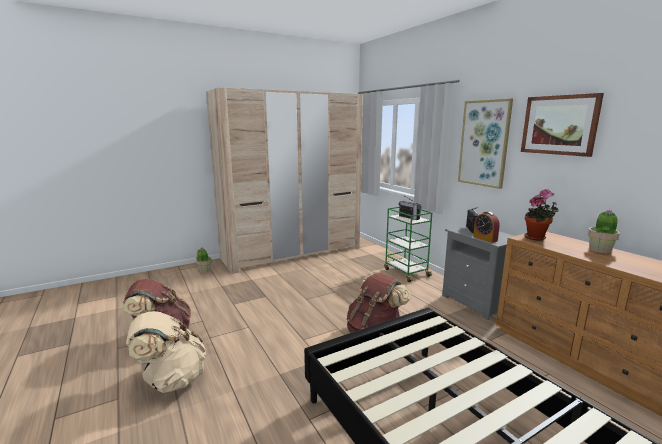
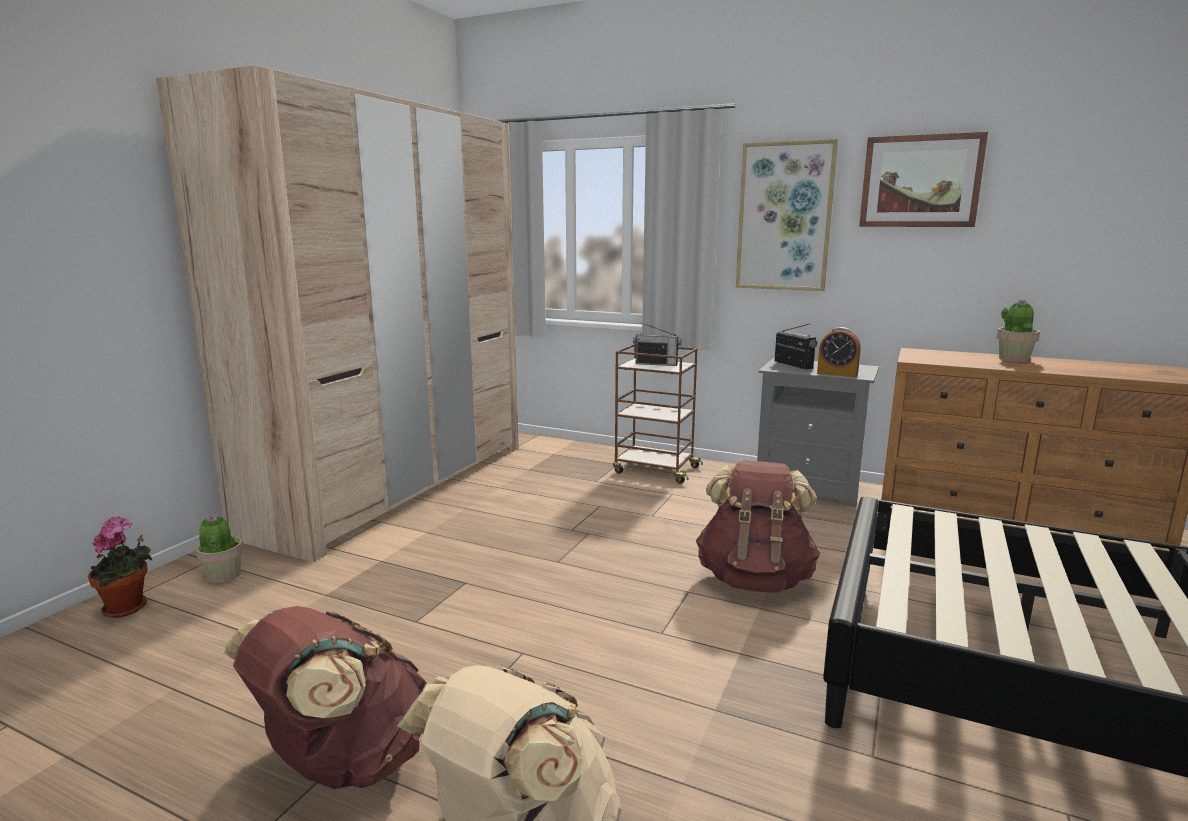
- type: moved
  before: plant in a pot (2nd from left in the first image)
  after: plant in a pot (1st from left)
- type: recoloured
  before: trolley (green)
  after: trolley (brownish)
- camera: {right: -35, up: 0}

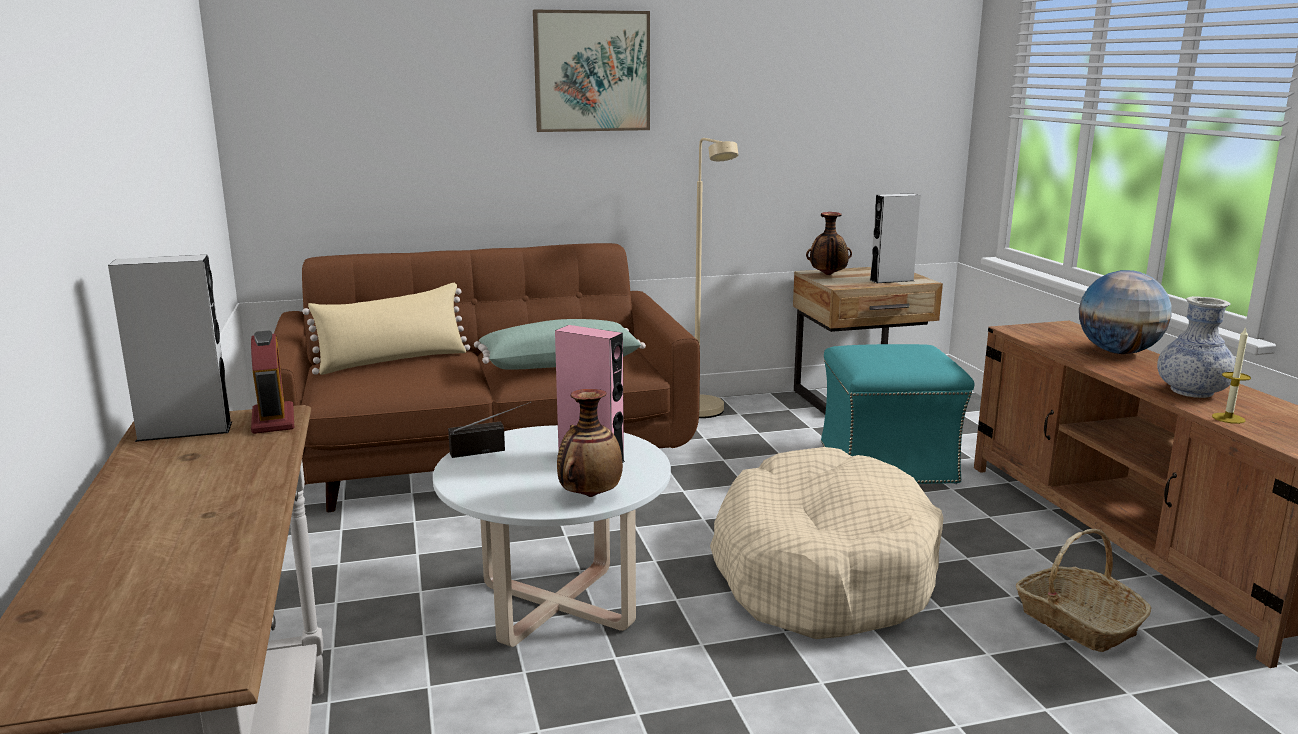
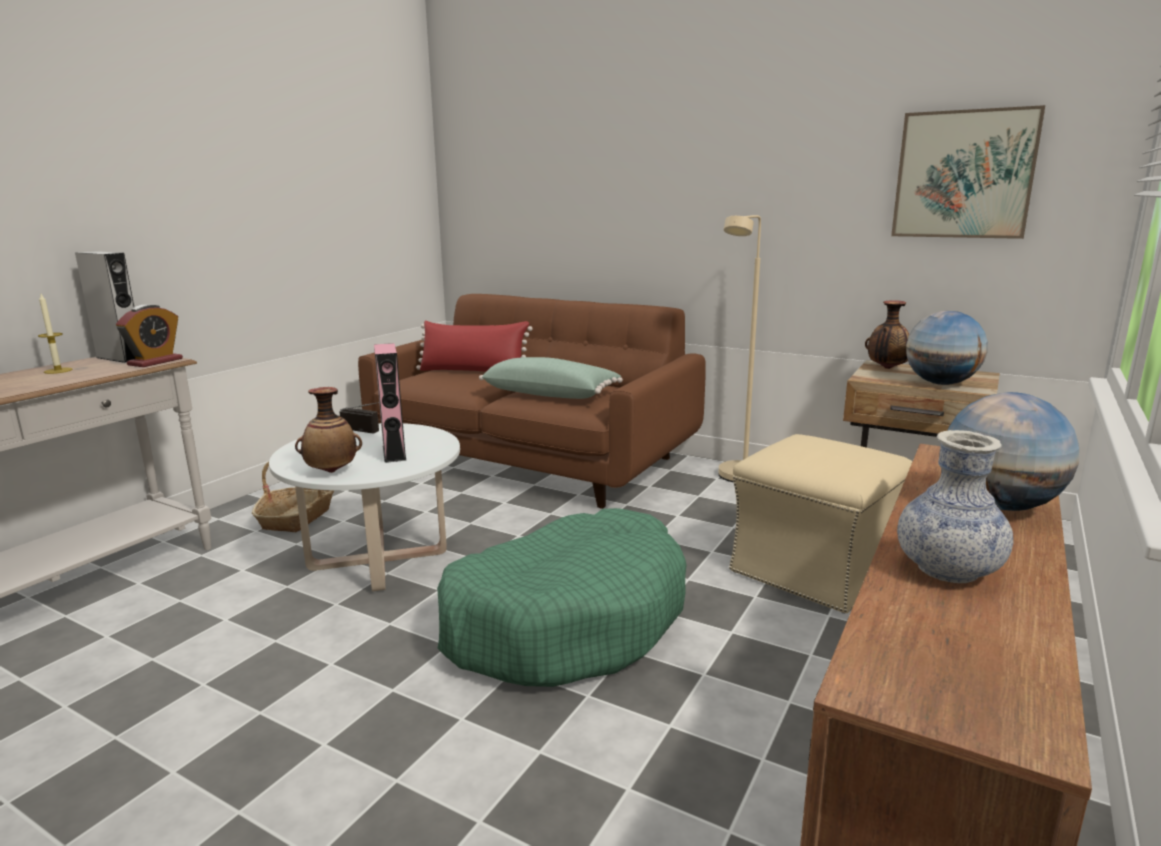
- type: moved
  before: wall picture
- type: replaced
  before: speaker (gray) (2nd from left)
  after: globe (1st from left)
- type: recoloured
  before: throw pillow (sand-coloured)
  after: throw pillow (red-coloured)
- type: moved
  before: candle
- type: recoloured
  before: footrest (turquoise)
  after: footrest (sand-coloured)
- type: recoloured
  before: pet bed (sand-coloured)
  after: pet bed (green)
- type: moved
  before: basket
- camera: {right: 45, up: 0}

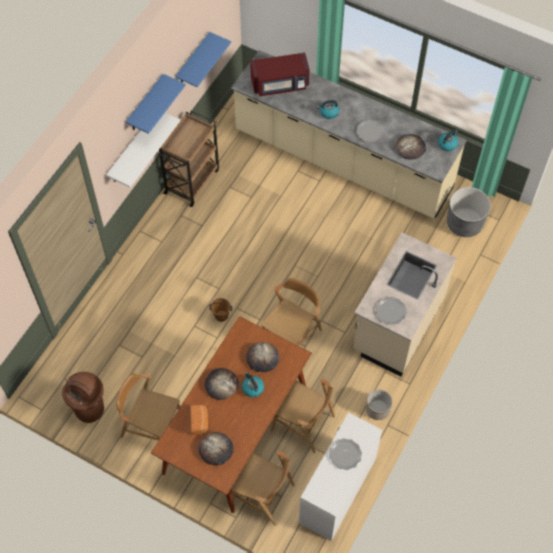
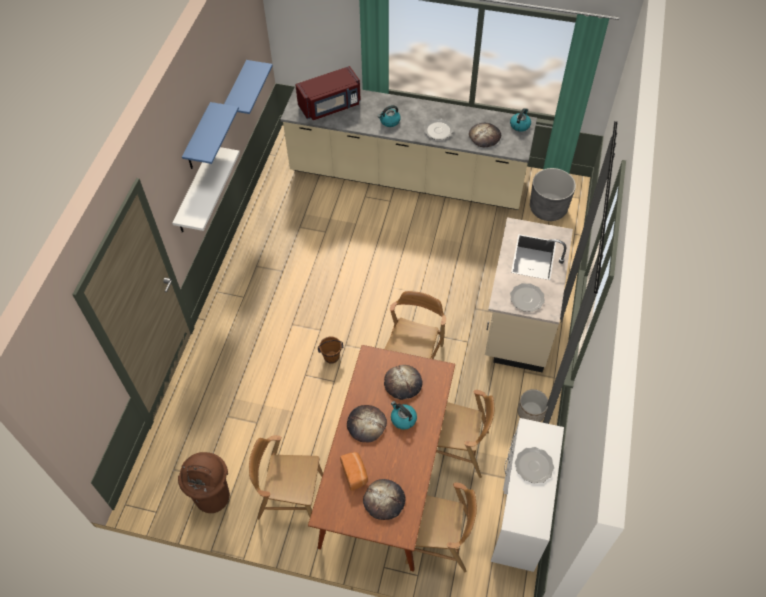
- type: removed
  before: trolley (brownish)
- camera: {right: -15, up: -5}

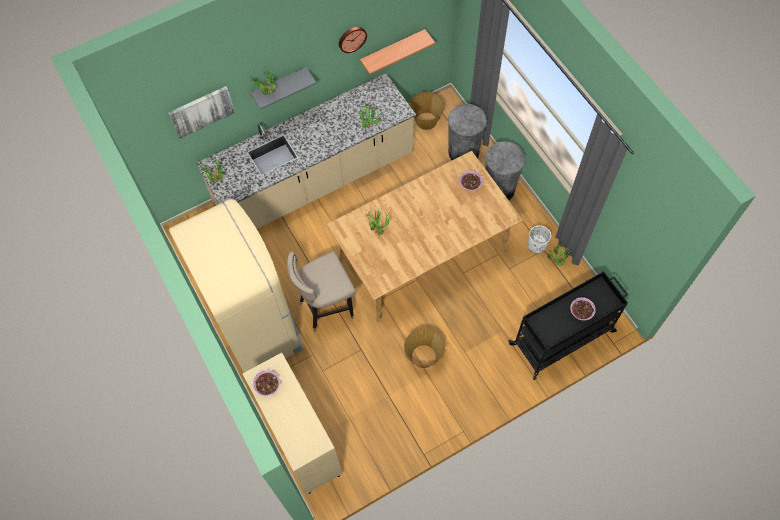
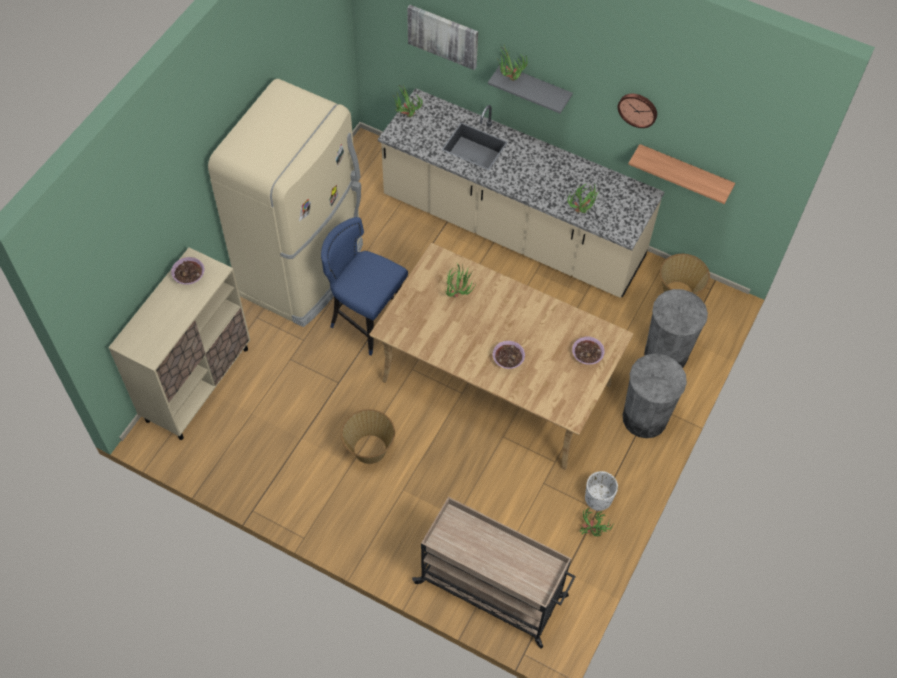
- type: recoloured
  before: stool seat (sand-coloured)
  after: stool seat (blue-coloured)
- type: recoloured
  before: trolley (black)
  after: trolley (sand-coloured)
- type: moved
  before: serving bowl (3rd from left in the first image)
  after: serving bowl (2nd from left)
- camera: {right: 55, up: -5}

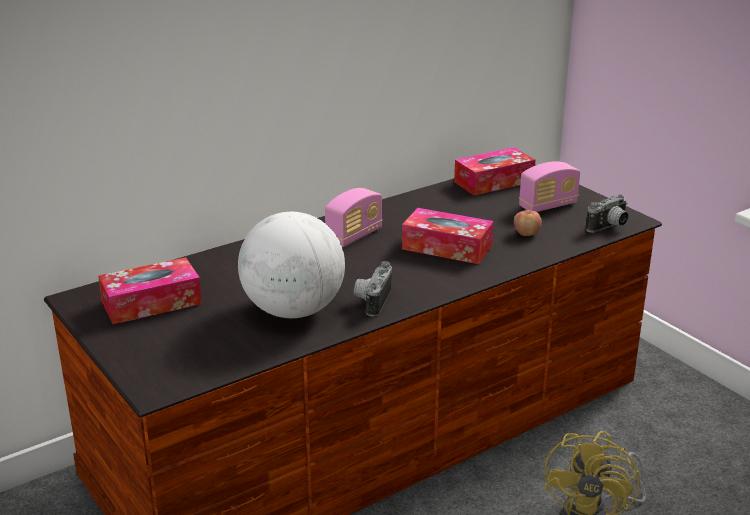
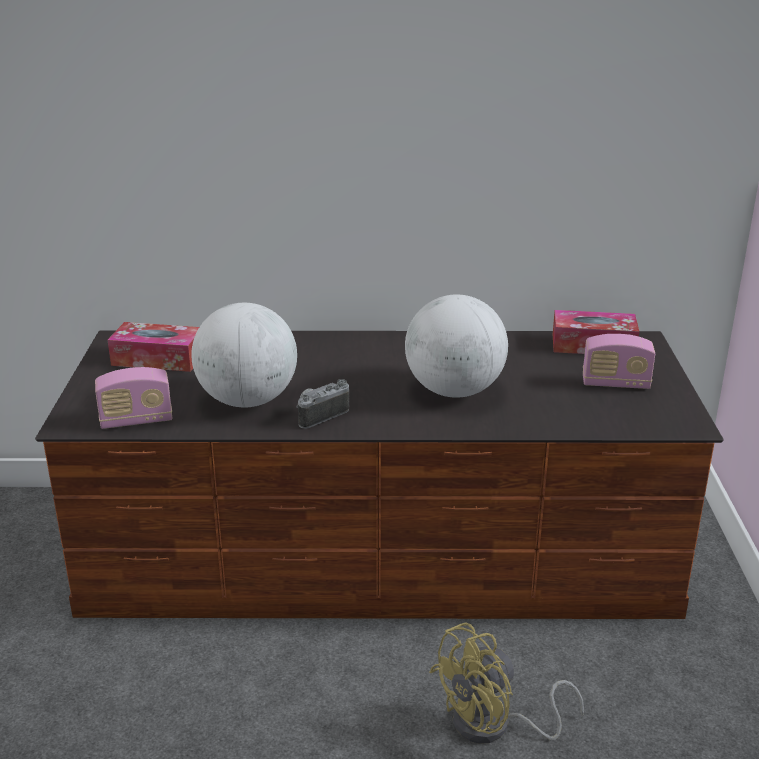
- type: moved
  before: radio receiver (1st from left)
- type: removed
  before: still camera (2nd from left)
- type: replaced
  before: tissue box (2nd from left)
  after: globe (2nd from left)
- type: removed
  before: whole apple
- camera: {right: 35, up: 0}

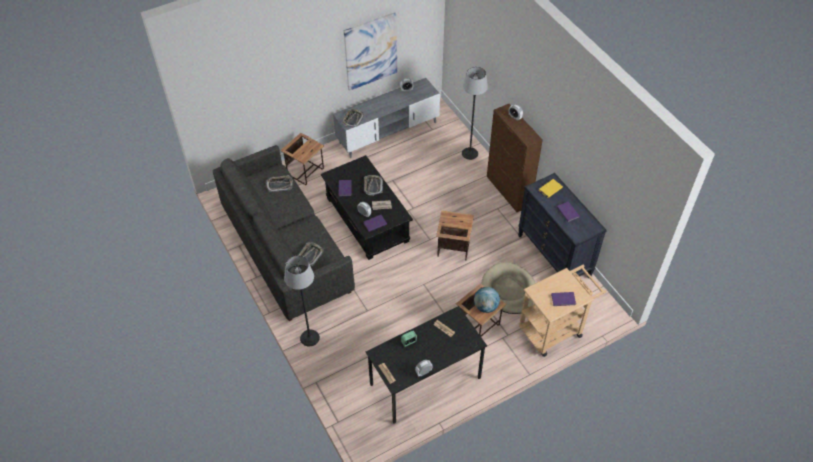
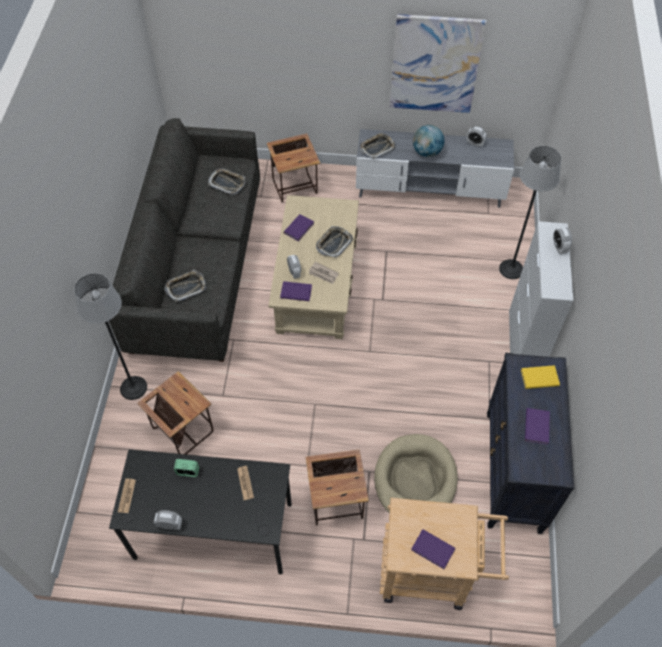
- type: recoloured
  before: cabinet (brownish)
  after: cabinet (white)
- type: recoloured
  before: coffee table (black)
  after: coffee table (sand-coloured)
- type: moved
  before: accent table (2nd from left in the first image)
  after: accent table (1st from left)
- type: moved
  before: globe
- camera: {right: 35, up: 5}

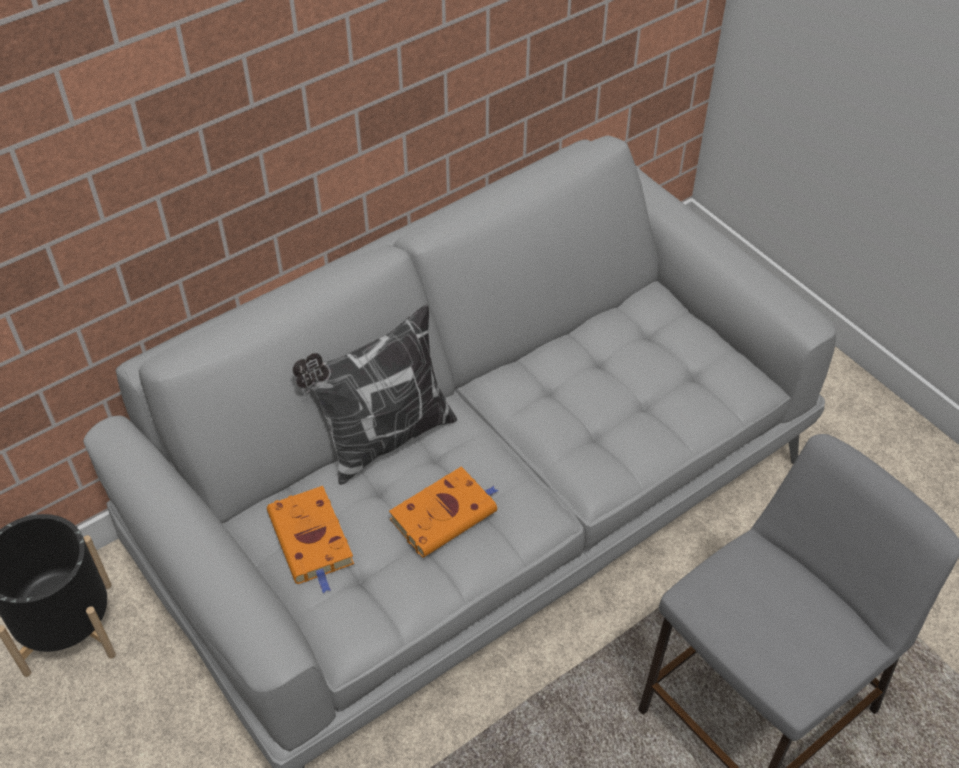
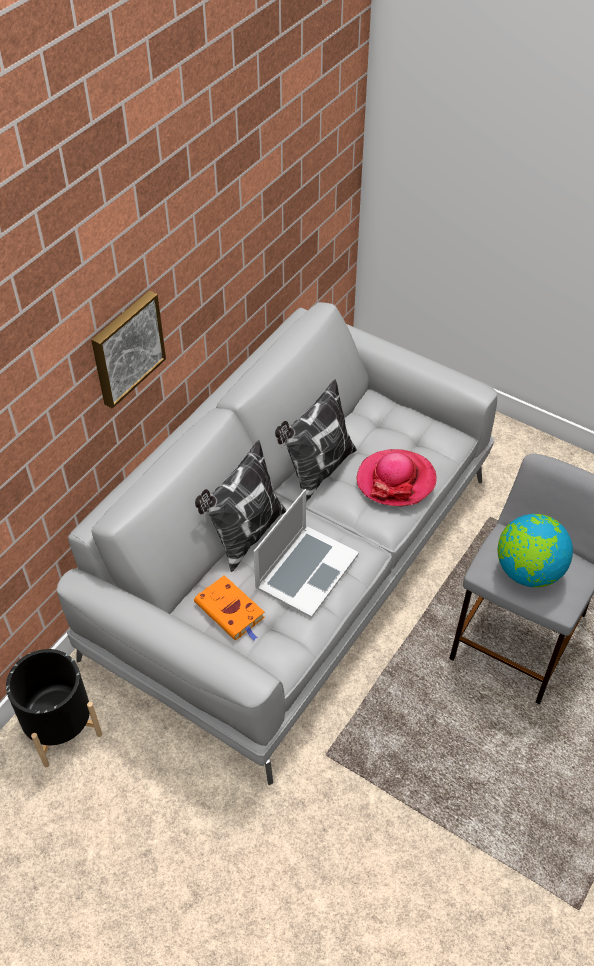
- type: replaced
  before: book (orange-coloured) (2nd from left)
  after: laptop
- type: added
  after: wall picture
- type: added
  after: throw pillow (2nd from left)
- type: added
  after: hat
- type: added
  after: globe
- camera: {right: -20, up: 0}

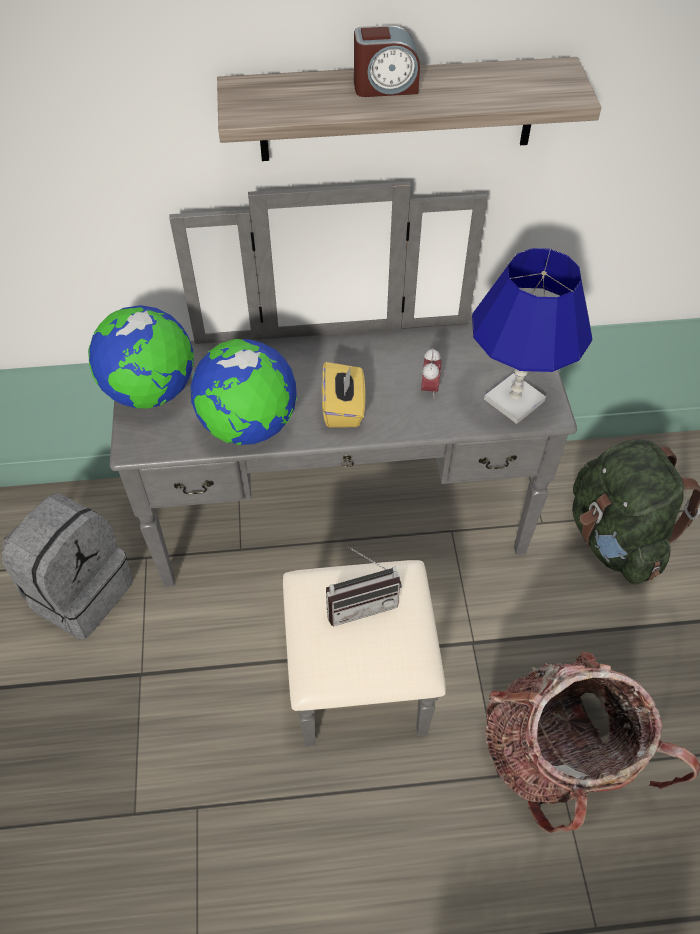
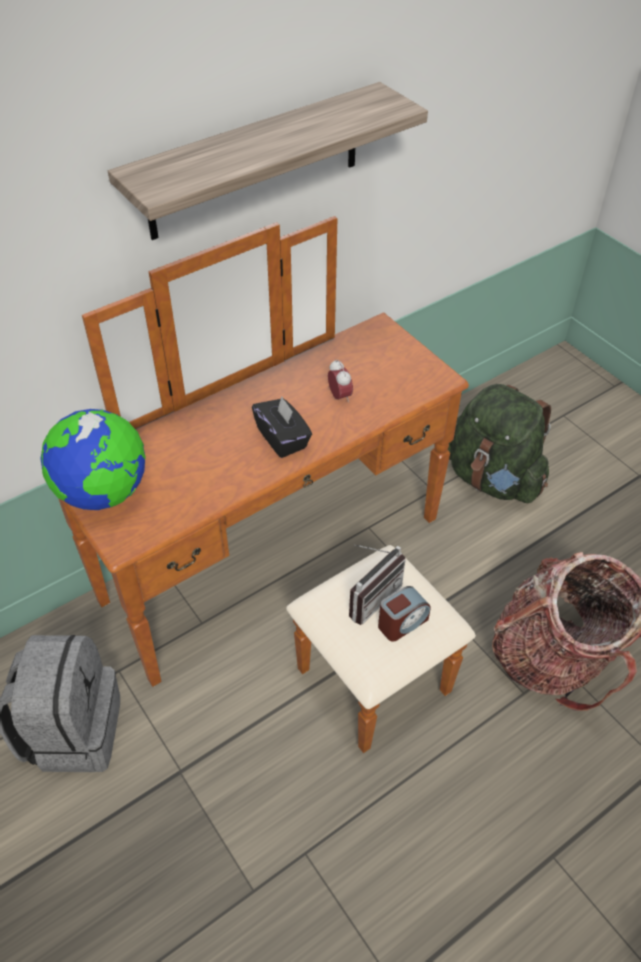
- type: moved
  before: bedside clock (1st from left in the first image)
  after: bedside clock (2nd from left)
- type: recoloured
  before: drawer chest (gray)
  after: drawer chest (brownish)
- type: removed
  before: tabletop lamp (blue-coloured)
- type: removed
  before: globe (2nd from left)
- type: recoloured
  before: tissue box (yellow-coloured)
  after: tissue box (black)
- camera: {right: -30, up: -5}

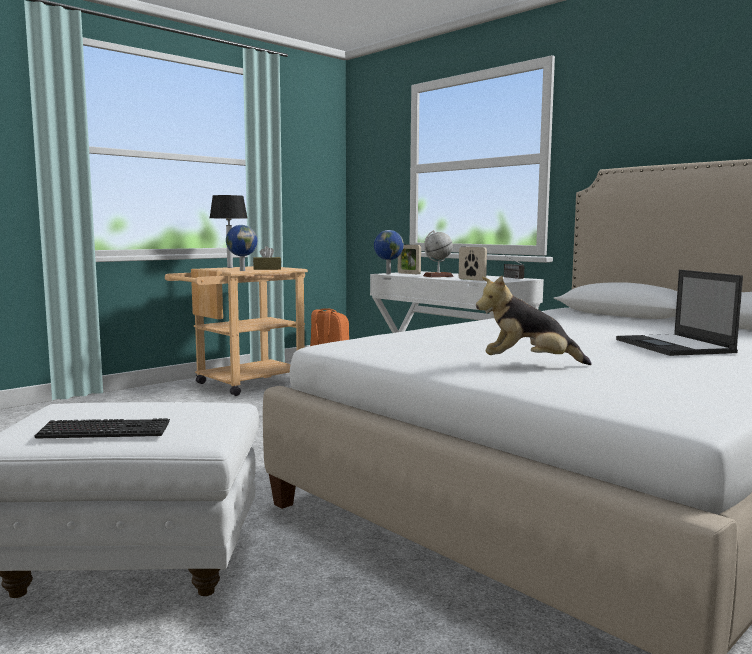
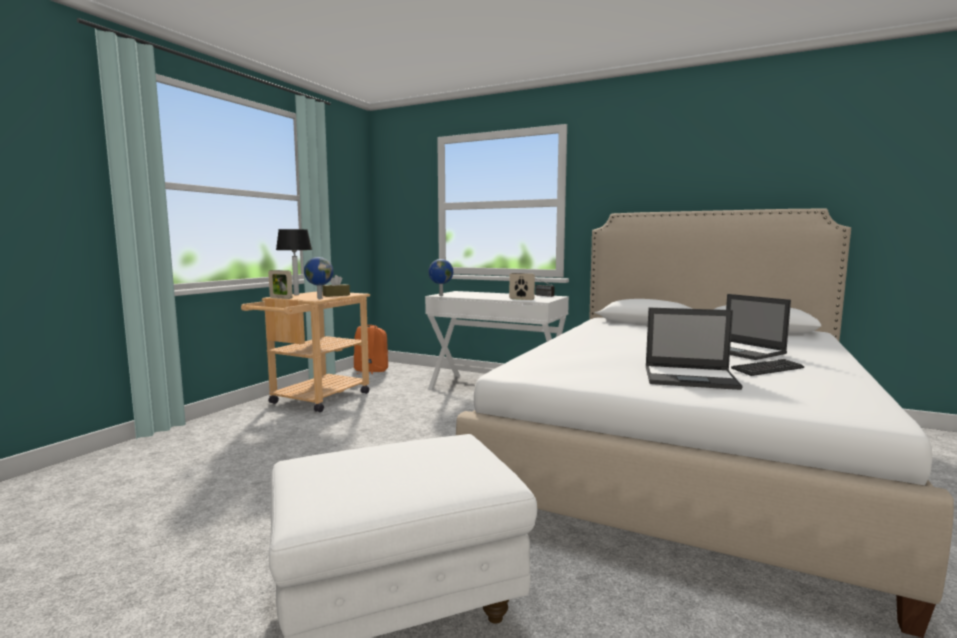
- type: removed
  before: globe (3rd from left)
- type: moved
  before: standing frame (1st from left)
- type: replaced
  before: plush toy
  after: laptop (1st from left)
- type: moved
  before: keyboard
- camera: {right: -20, up: 0}

